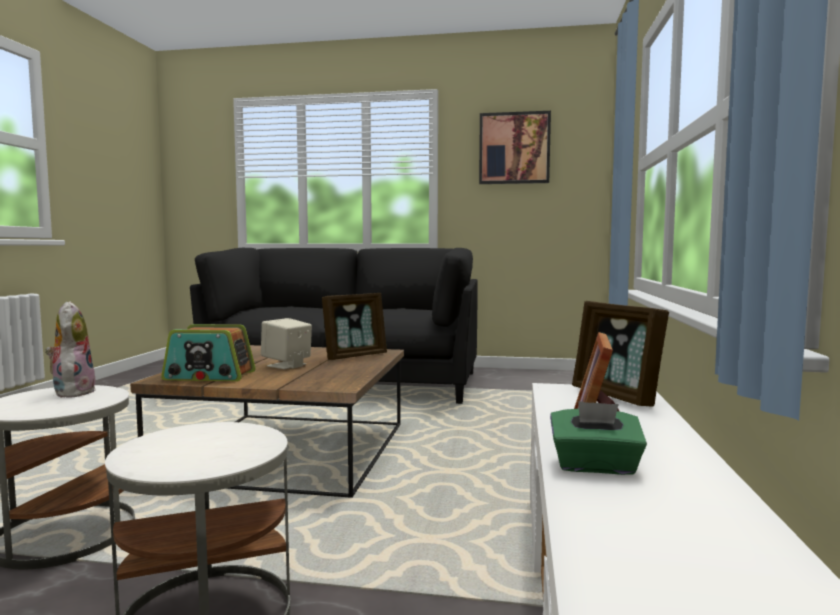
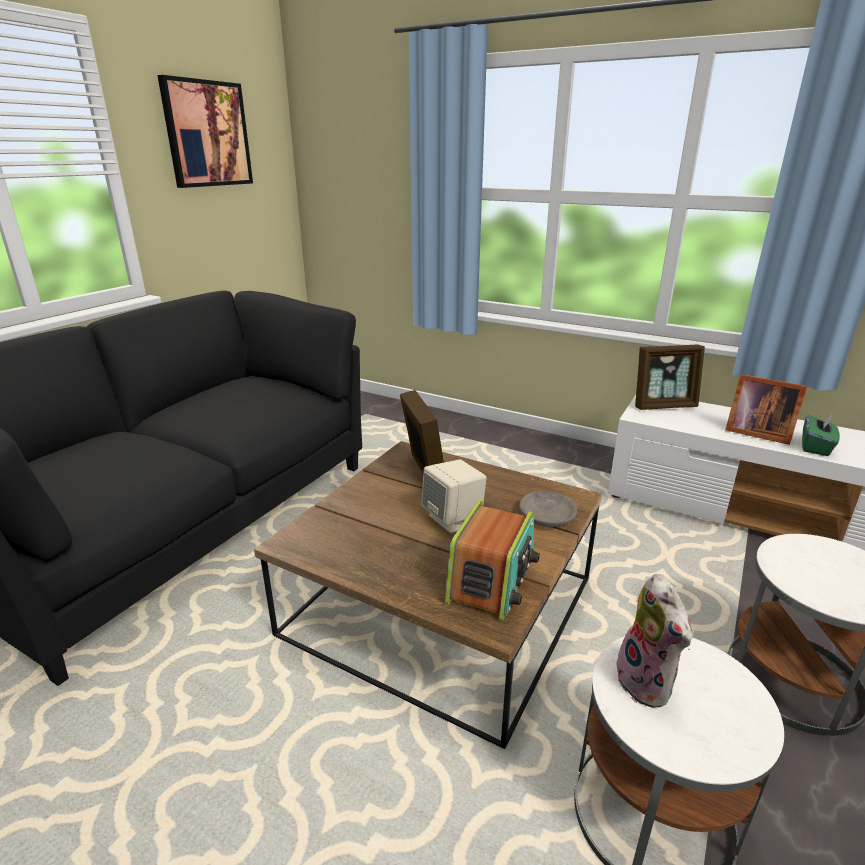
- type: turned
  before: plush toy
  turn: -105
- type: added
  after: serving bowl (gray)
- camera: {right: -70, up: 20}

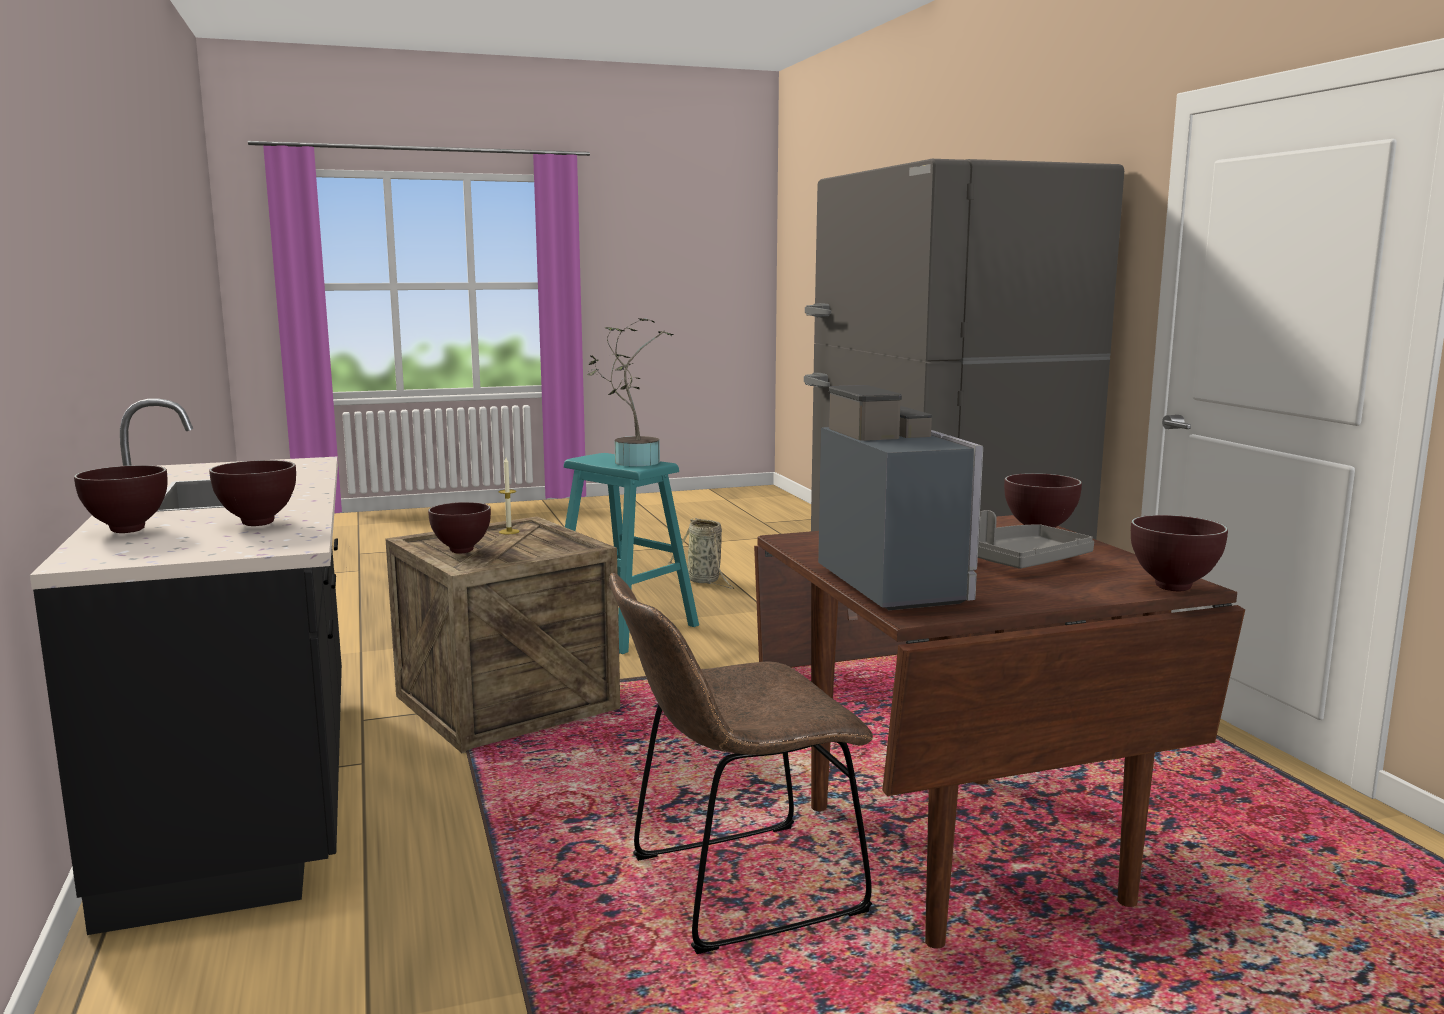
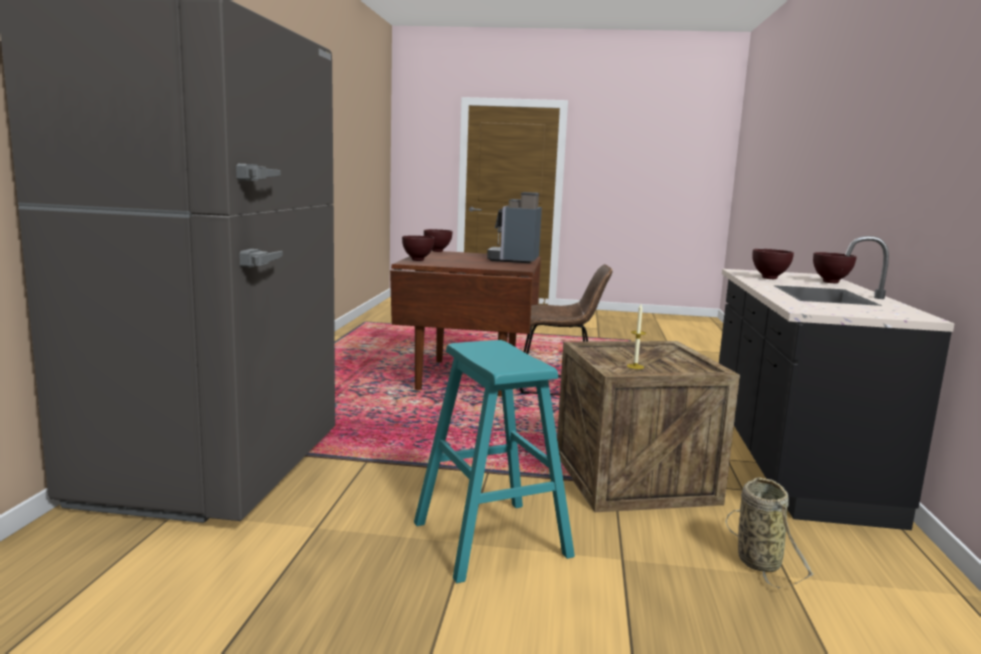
- type: removed
  before: plant in a pot
- type: removed
  before: serving bowl (brownish) (3rd from left)
- type: removed
  before: tray (gray)
- type: moved
  before: basket
- camera: {right: -155, up: 0}

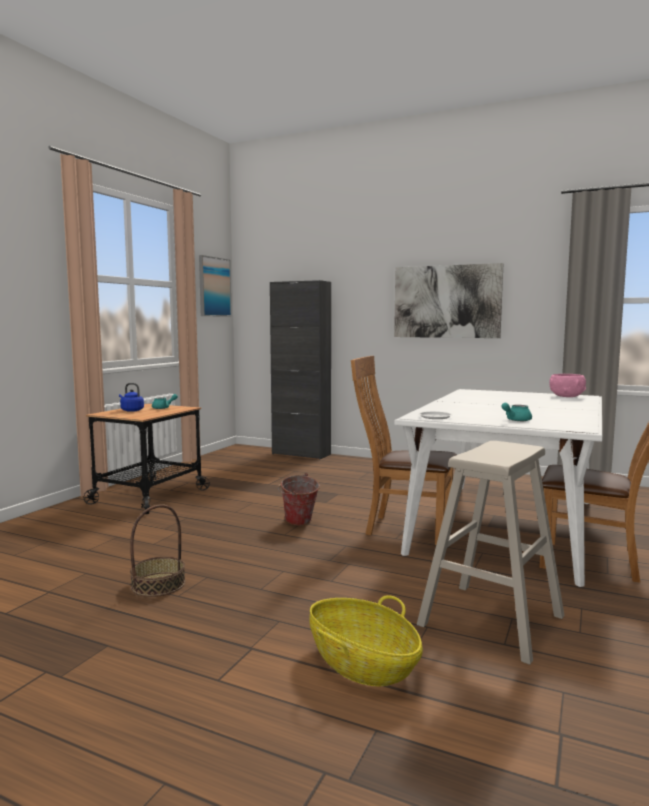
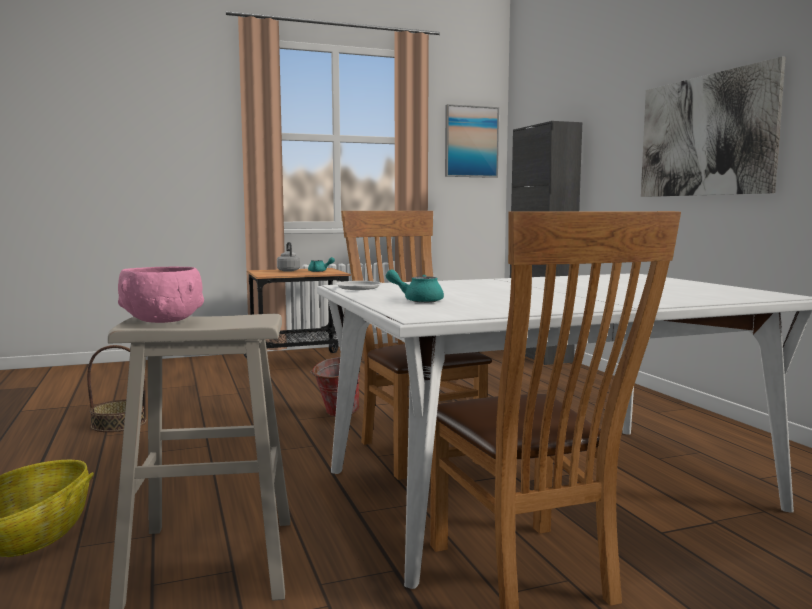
- type: moved
  before: serving bowl (pinkish)
- type: recoloured
  before: water kettle (blue-coloured)
  after: water kettle (gray)
- camera: {right: 45, up: 0}

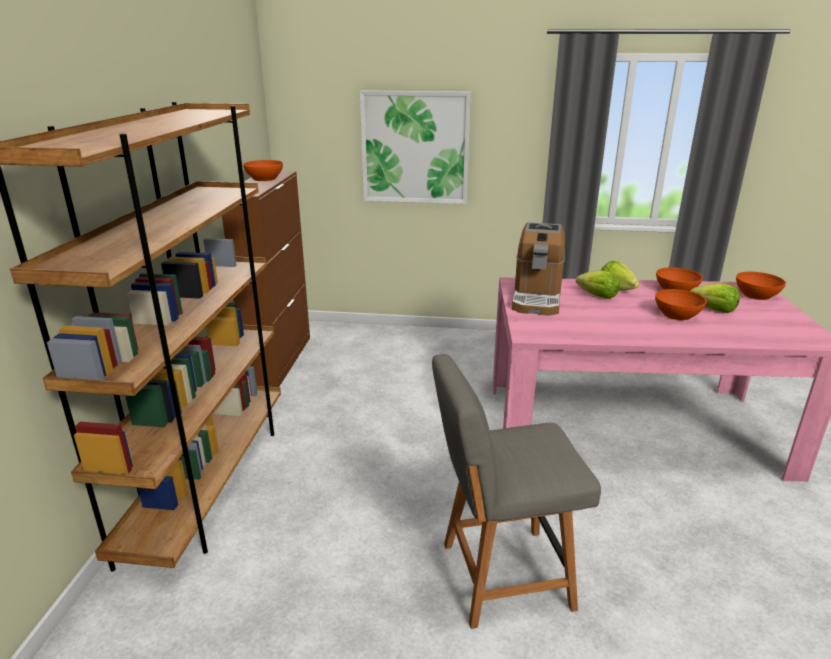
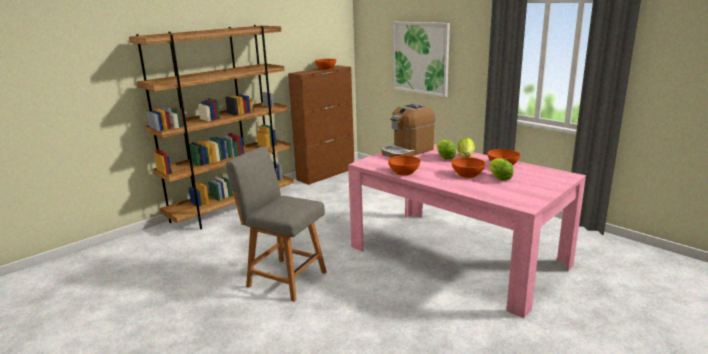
- type: moved
  before: serving bowl (orange-coloured) (4th from left in the first image)
  after: serving bowl (orange-coloured) (2nd from left)
- camera: {right: 40, up: -5}

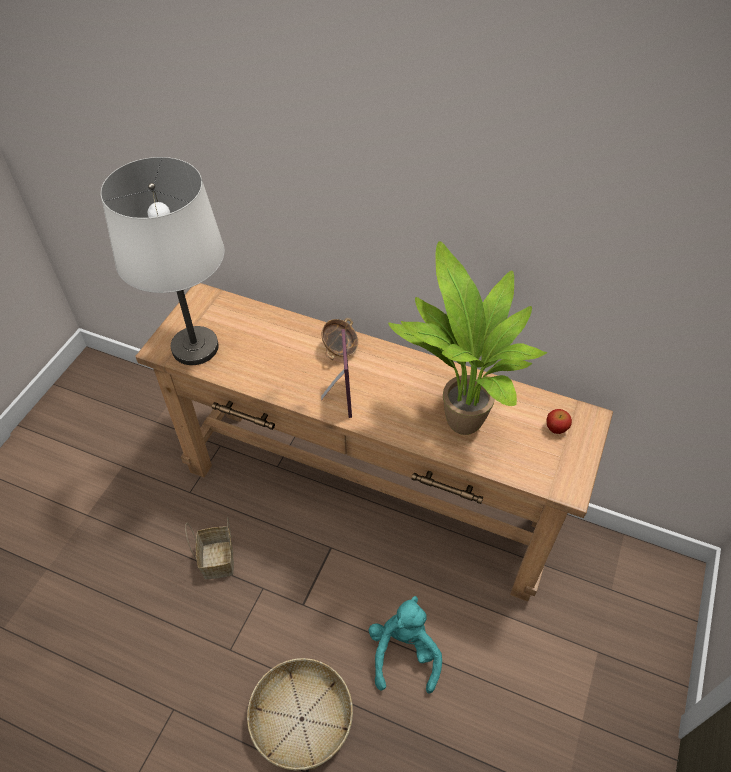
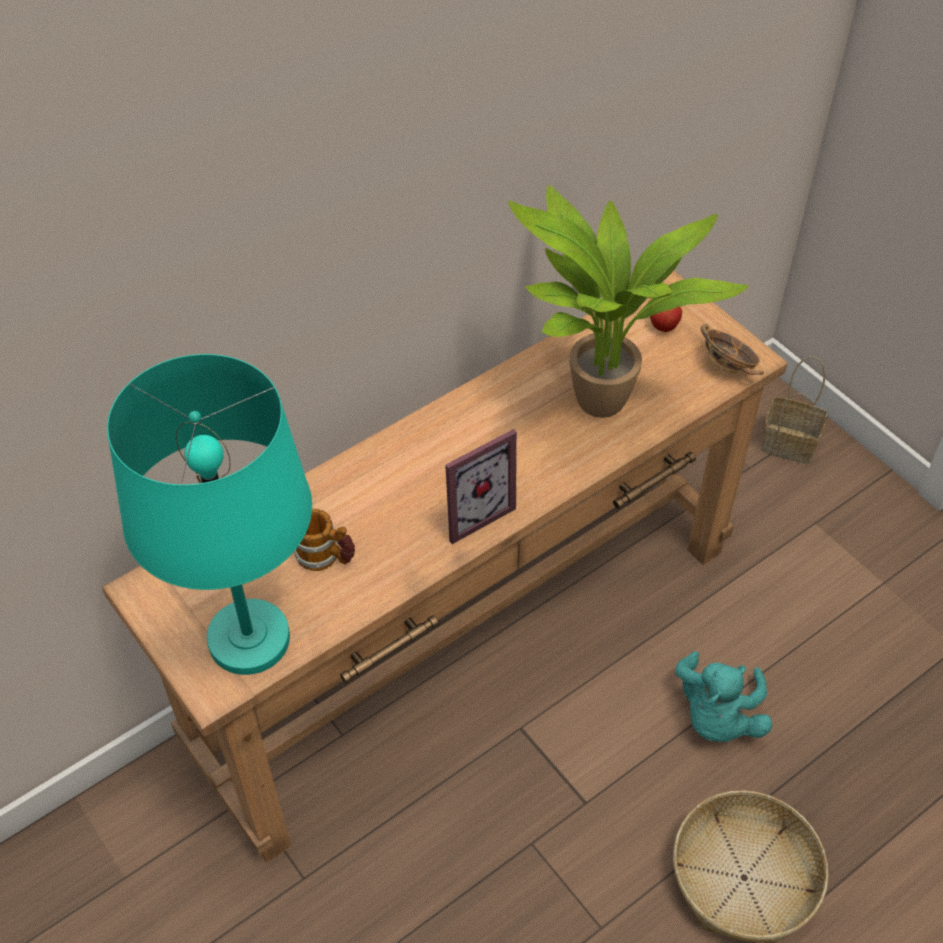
- type: recoloured
  before: tabletop lamp (white)
  after: tabletop lamp (turquoise)
- type: moved
  before: serving bowl
- type: turned
  before: standing frame
  turn: 120
- type: moved
  before: basket (1st from left in the first image)
  after: basket (2nd from left)
- type: turned
  before: plush toy (turquoise)
  turn: -105
- type: added
  after: coffee mug
- camera: {right: -60, up: 0}

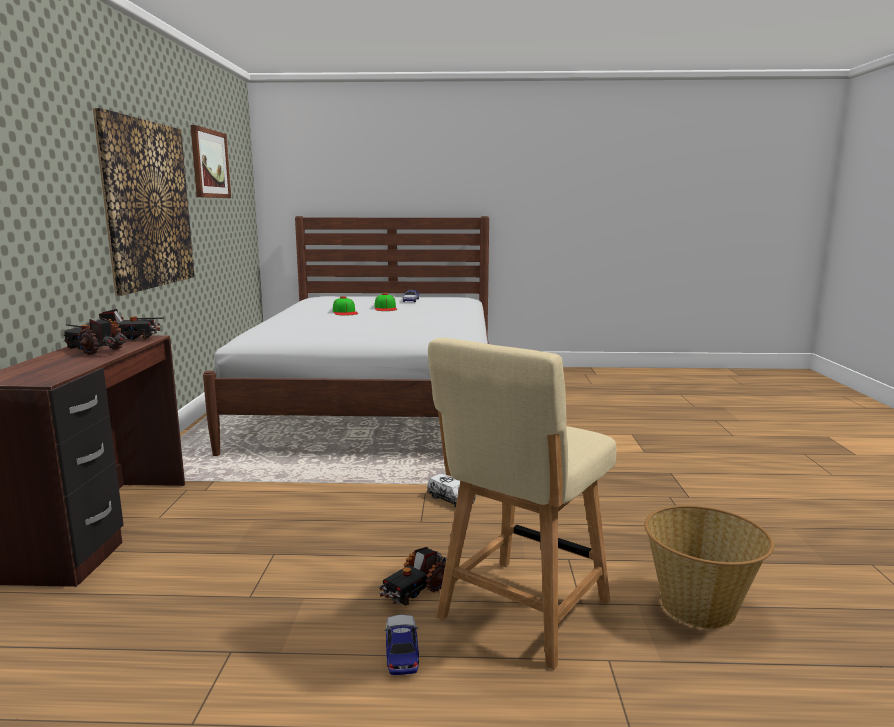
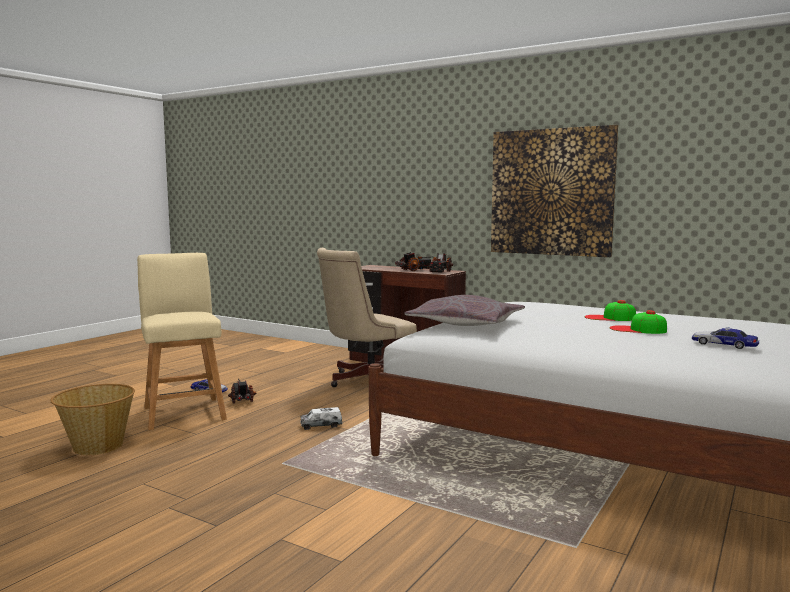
- type: removed
  before: wall picture (2nd from left)
- type: added
  after: office chair (sand-coloured)
- type: added
  after: throw pillow (gray)
- camera: {right: 120, up: -5}

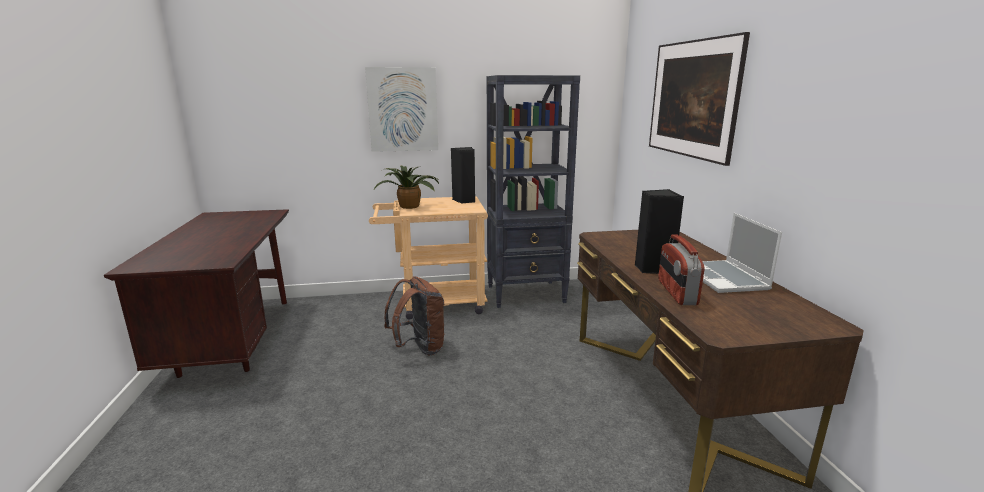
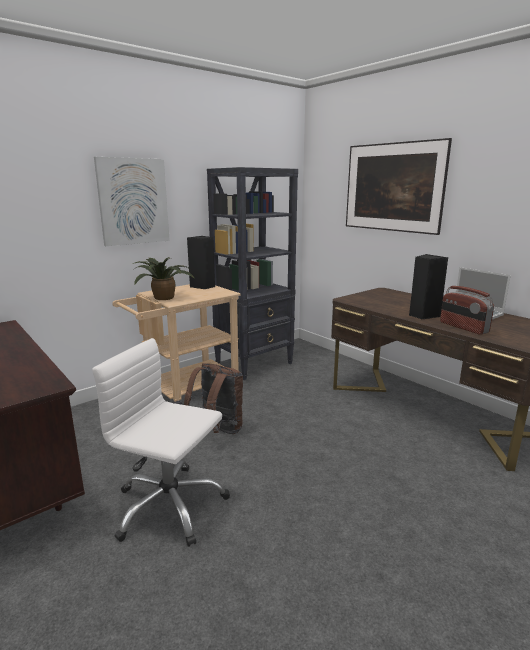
- type: added
  after: office chair (white)
- camera: {right: -30, up: 0}

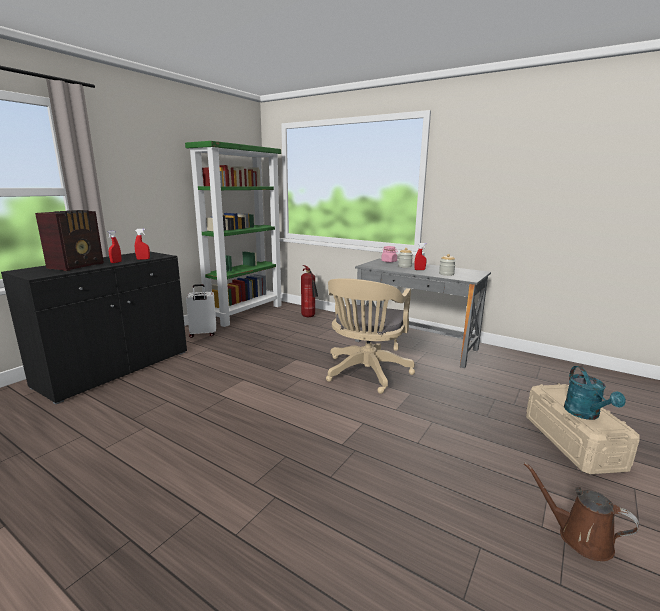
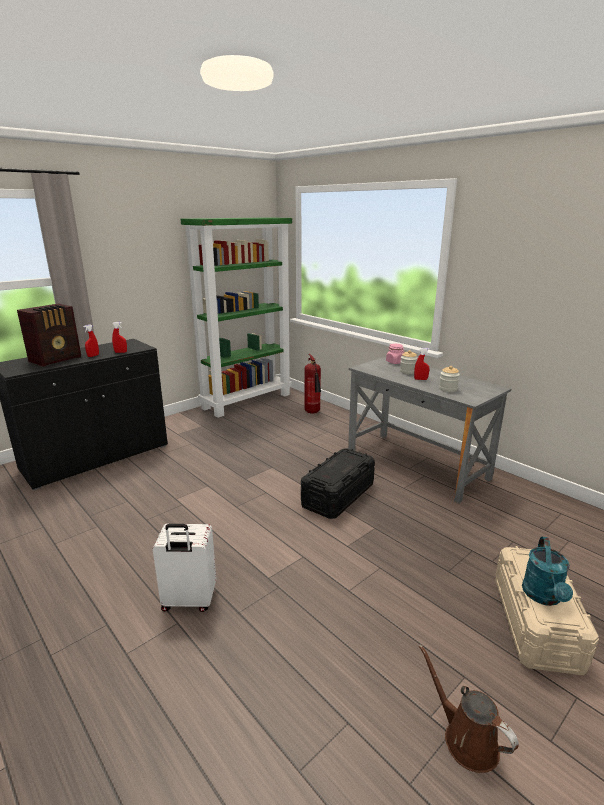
- type: replaced
  before: office chair (sand-coloured)
  after: storage bin (black)
- type: moved
  before: travel case (white)
- camera: {right: 15, up: 5}

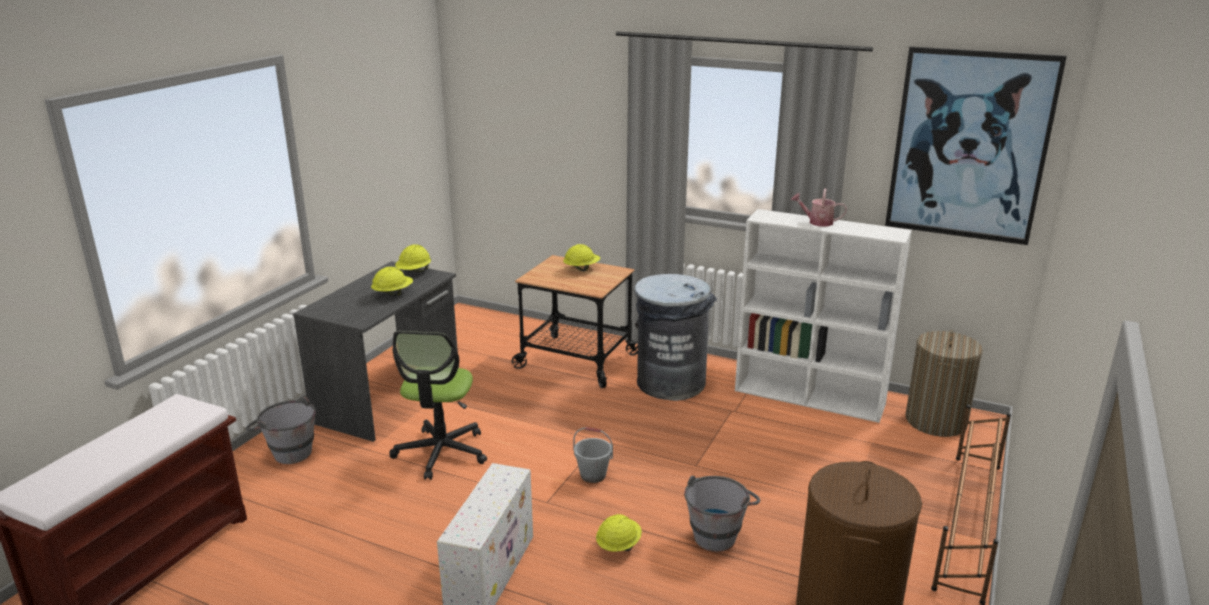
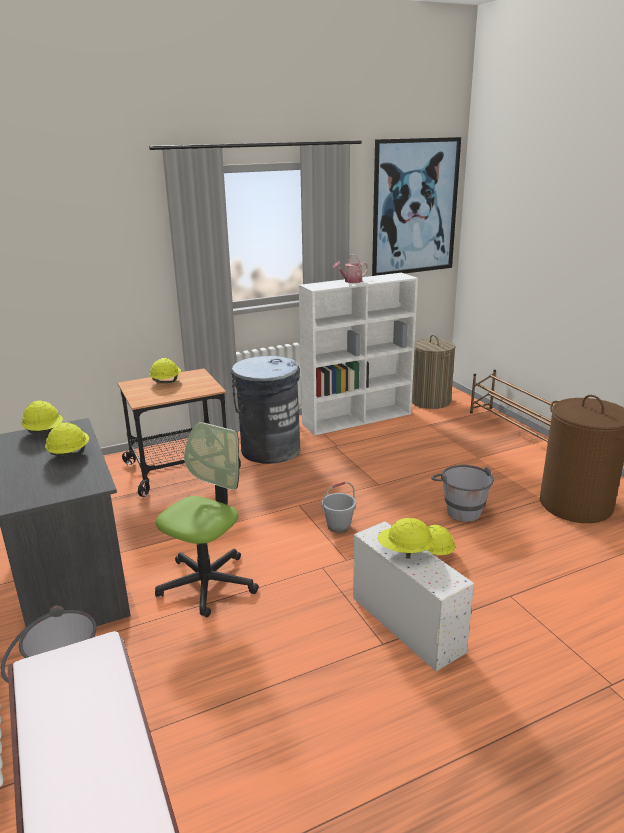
- type: turned
  before: office chair
  turn: -105
- type: added
  after: hard hat (yellow-coloured) (4th from left)
- camera: {right: -50, up: 0}

